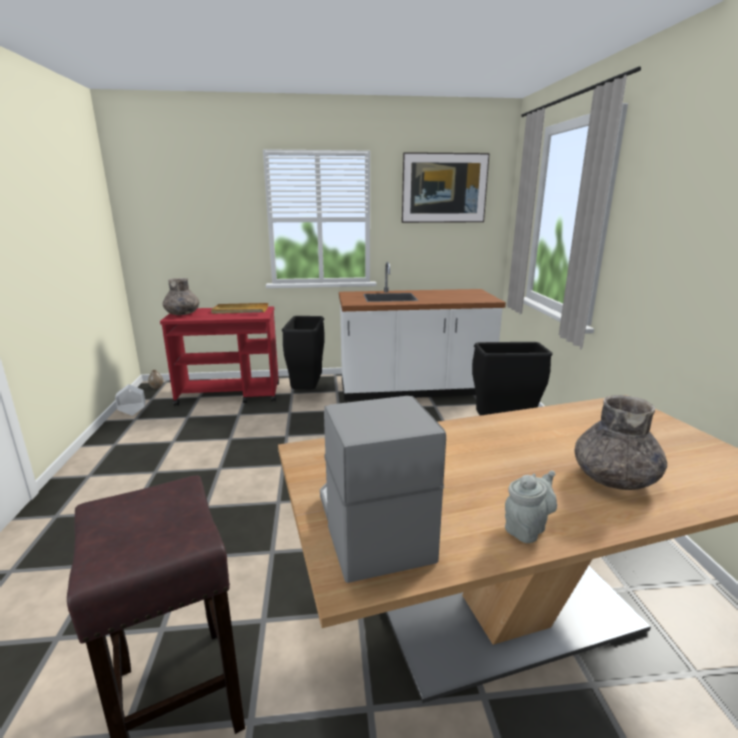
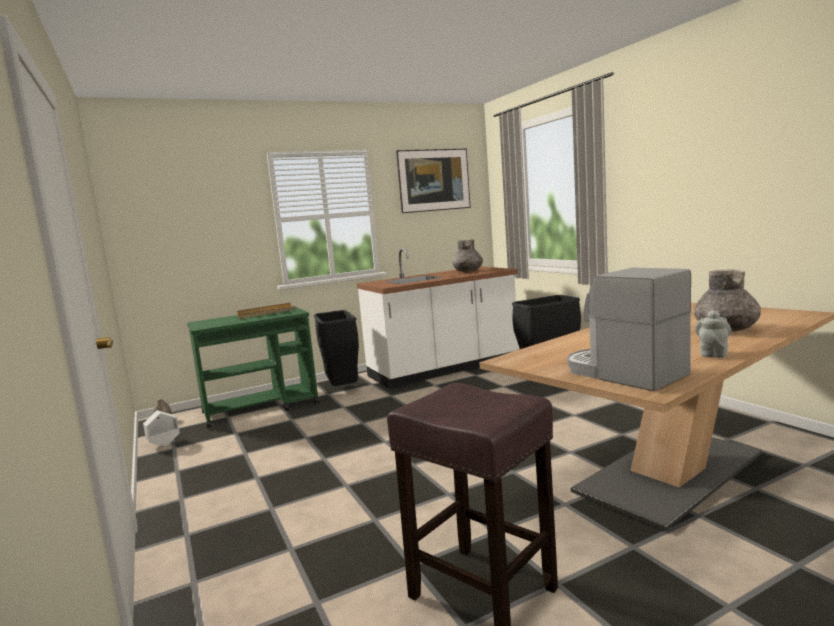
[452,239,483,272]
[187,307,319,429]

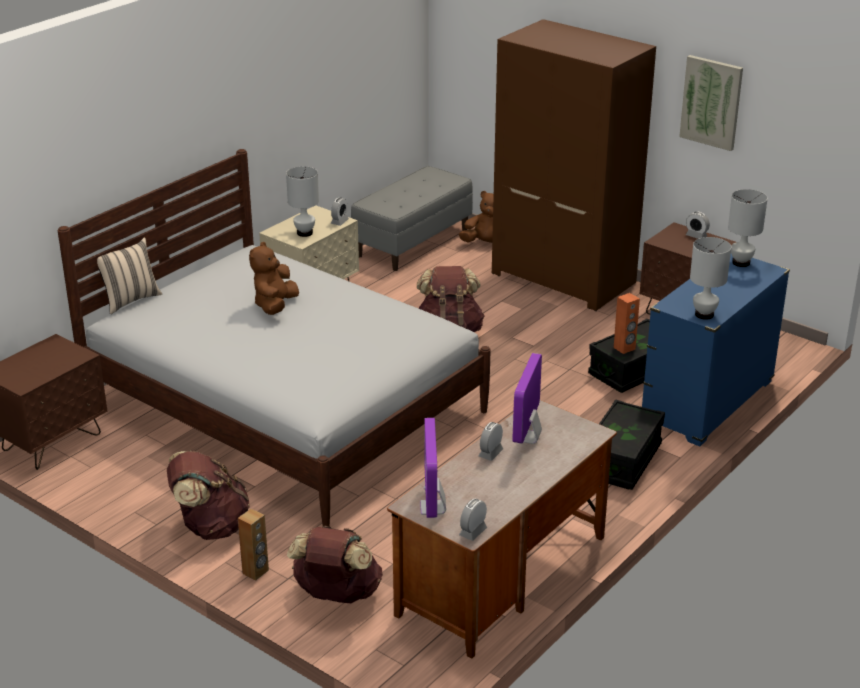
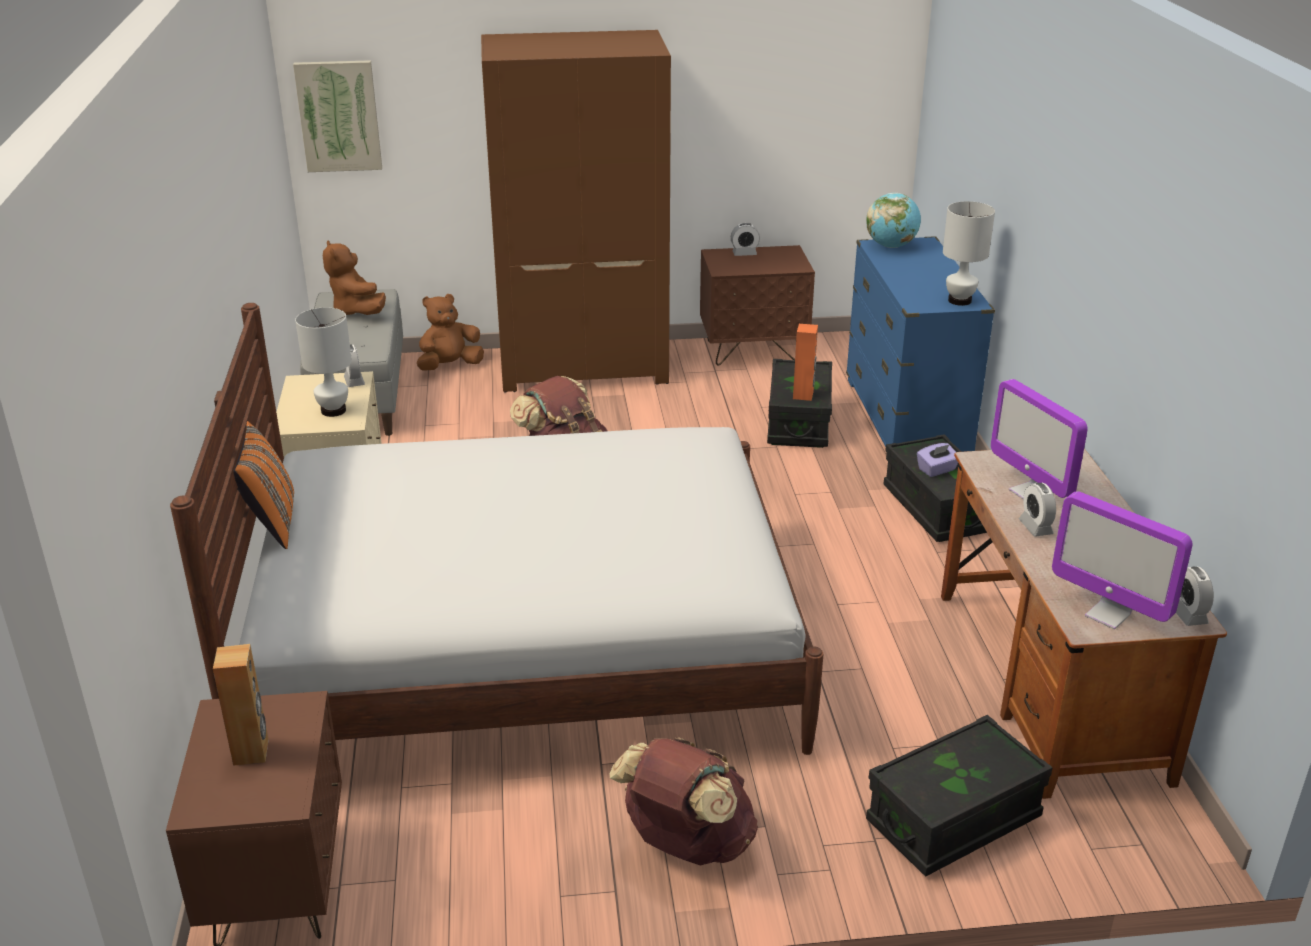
[97,237,162,314] (first image)
[233,421,294,549]
[917,443,958,477]
[213,644,269,766]
[323,240,386,315]
[293,60,382,172]
[866,715,1052,877]
[866,193,921,248]

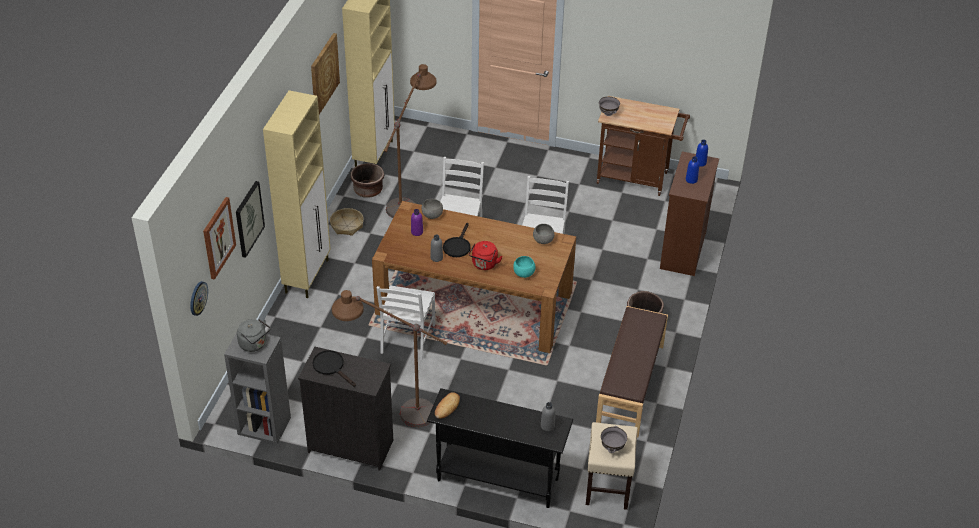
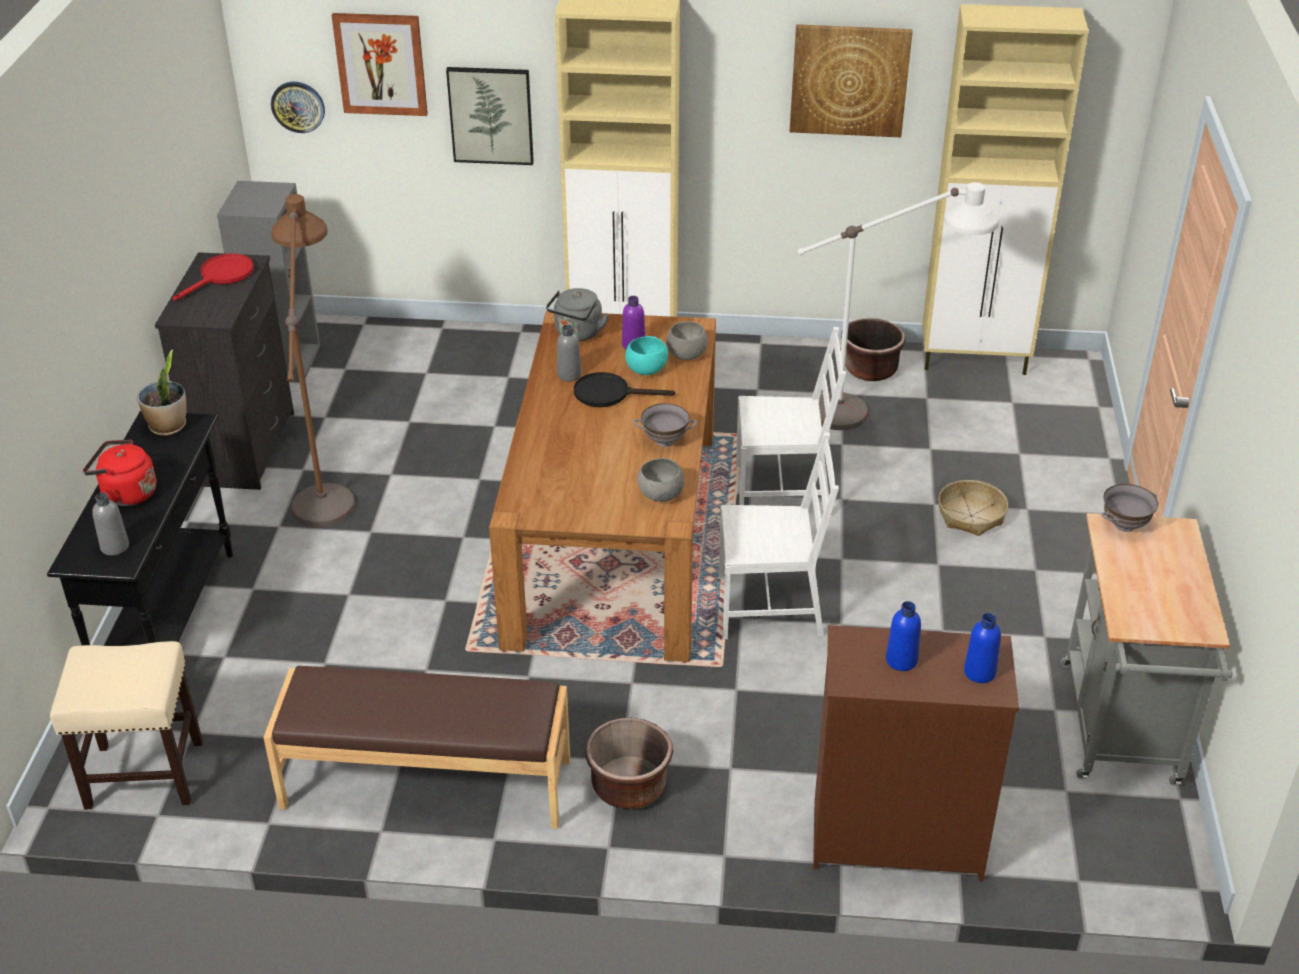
[377,285,435,360] (first image)
[546,288,609,341]
[938,480,1008,536]
[83,439,156,506]
[625,336,668,375]
[633,403,697,447]
[137,349,187,436]
[173,253,254,301]
[798,182,999,430]
[1060,513,1232,786]

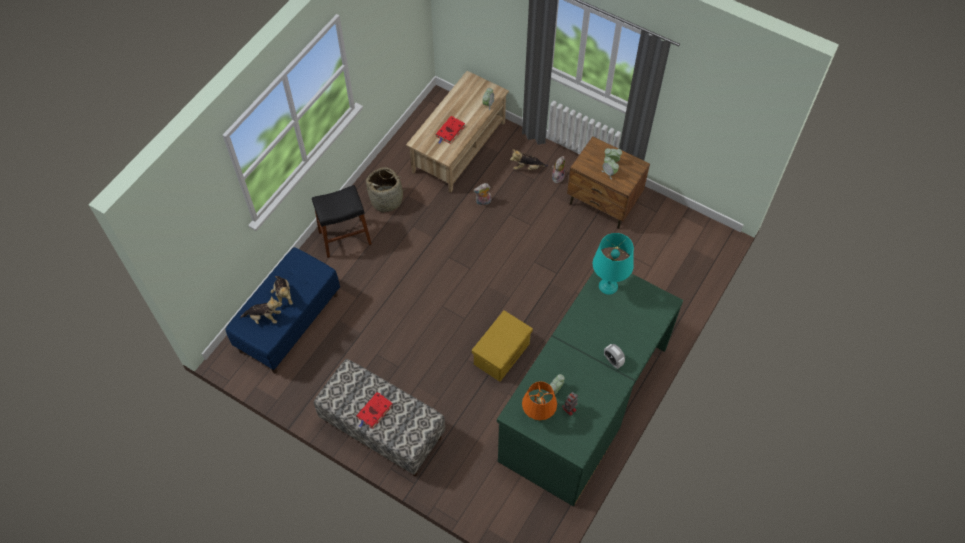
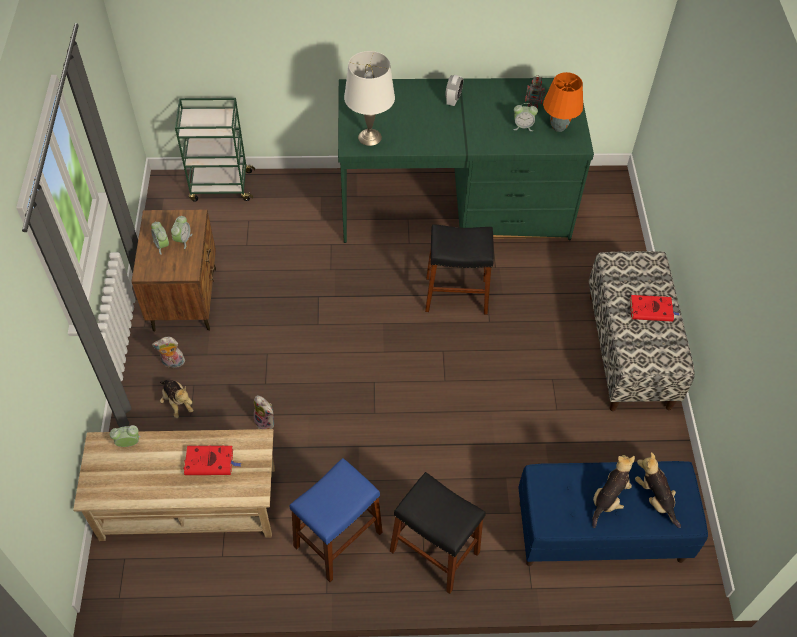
[175,98,255,202]
[290,458,383,582]
[425,224,494,315]
[344,51,395,146]

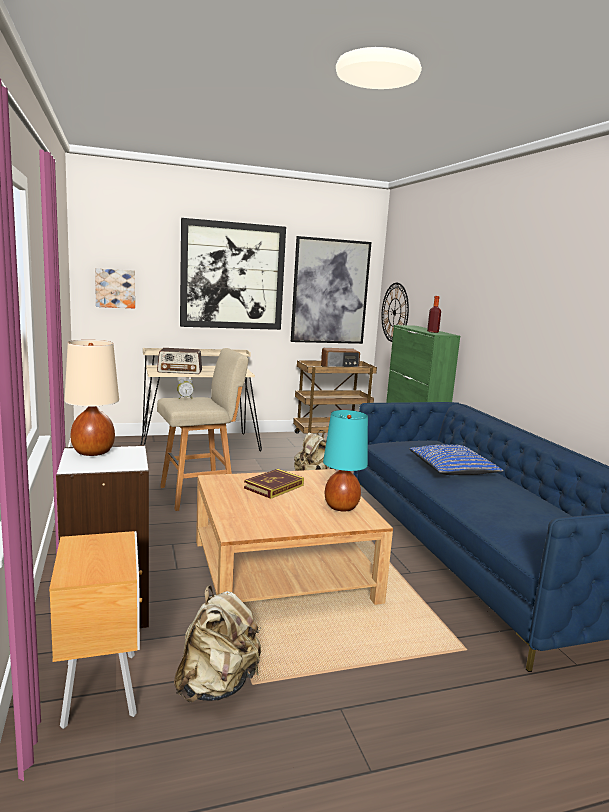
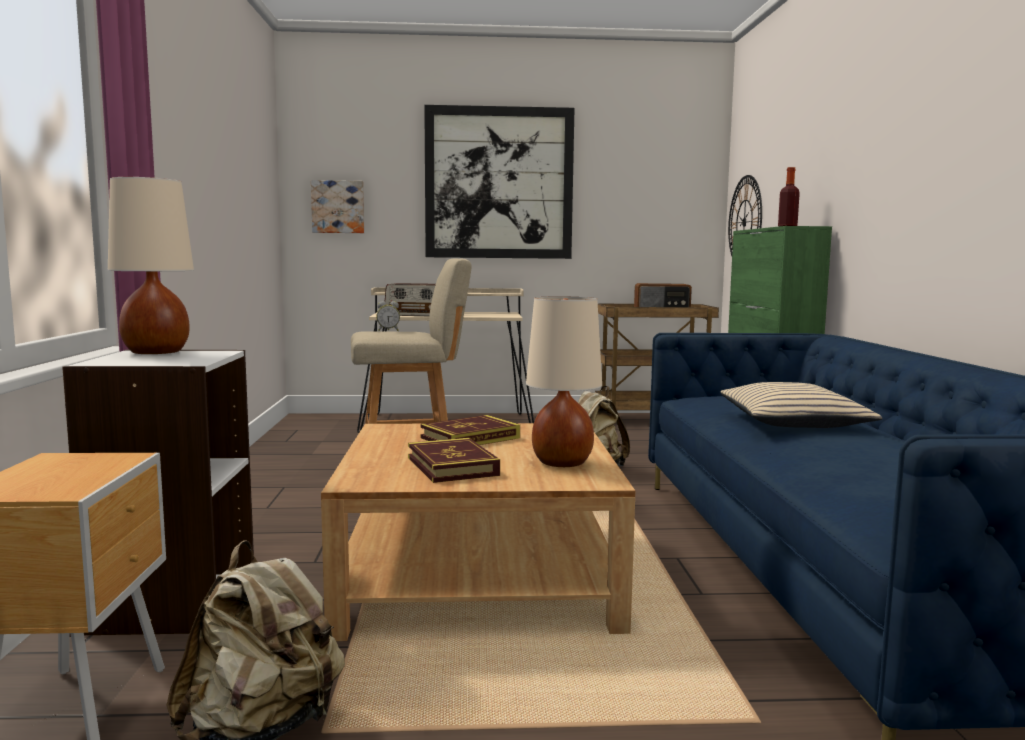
[291,236,371,344] (first image)
[408,438,500,483]
[526,296,602,467]
[720,382,882,428]

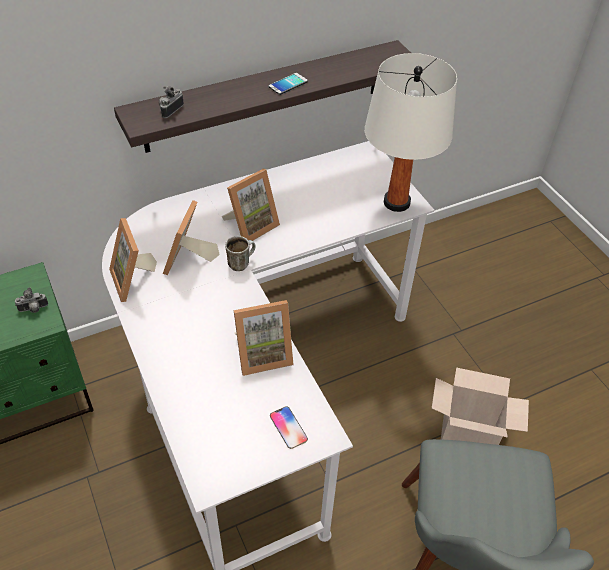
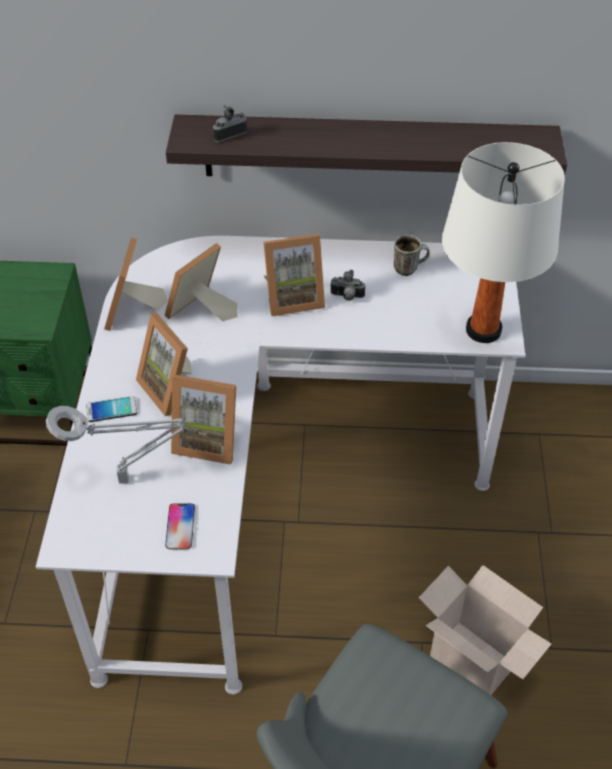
[46,406,186,484]
[136,313,192,416]
[330,270,365,301]
[394,234,430,276]
[86,396,137,422]

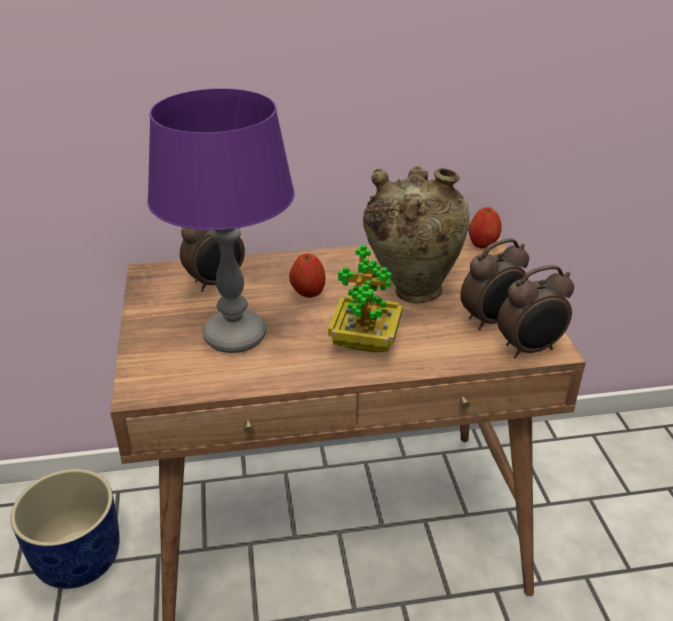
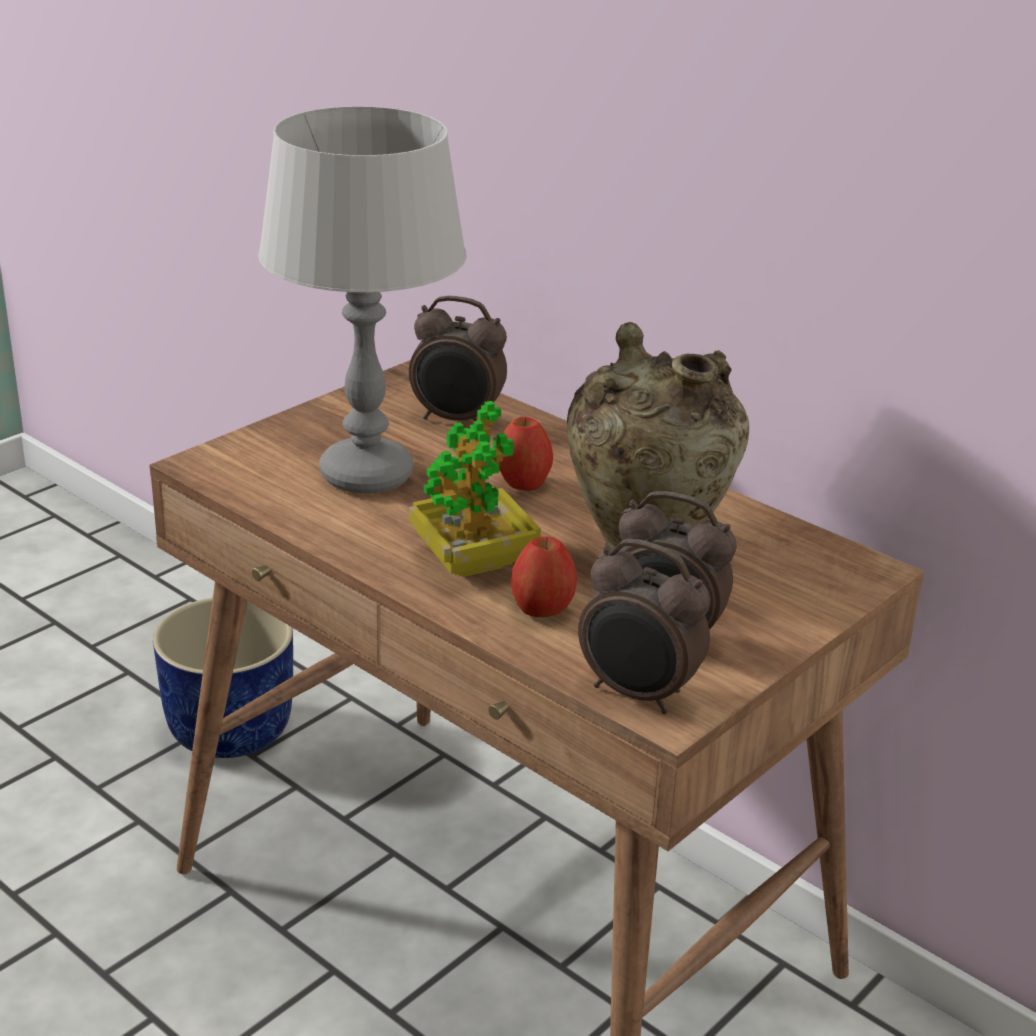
[511,536,577,617]
[258,106,466,493]

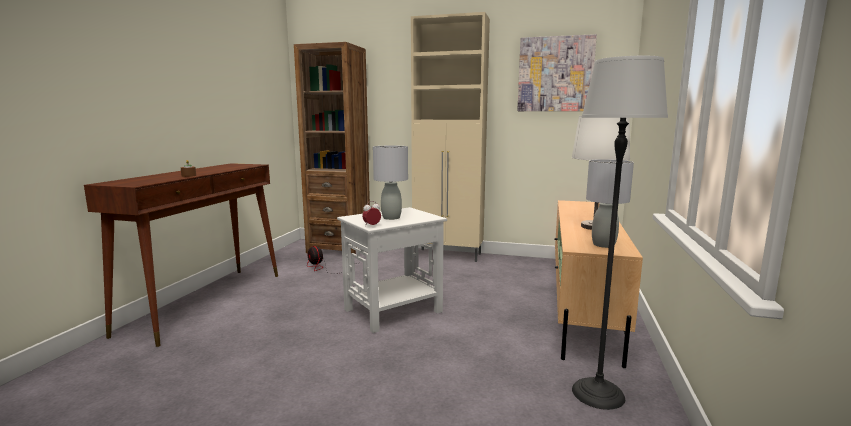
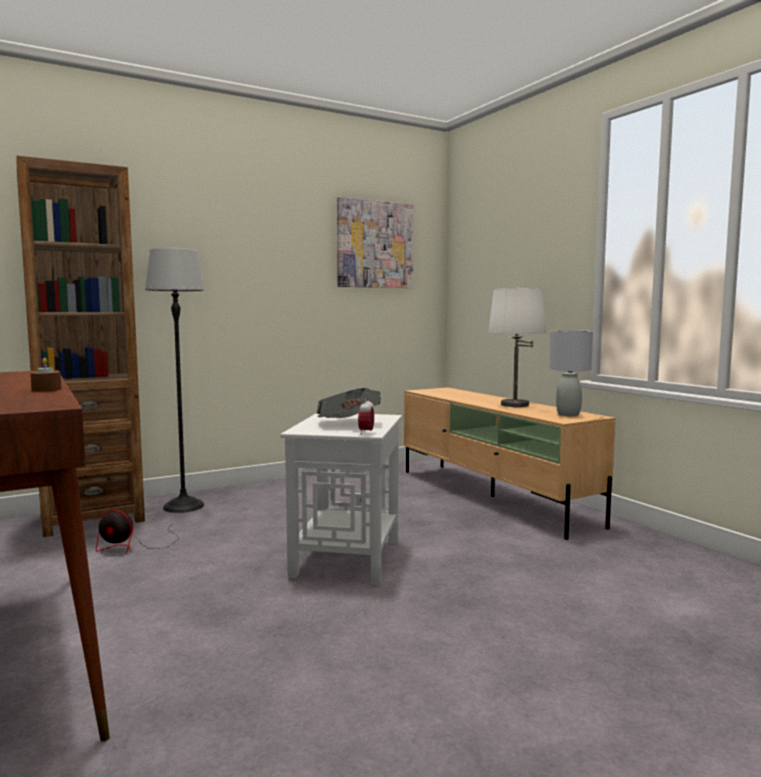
[411,12,490,262] (first image)
[145,247,205,513]
[317,388,381,418]

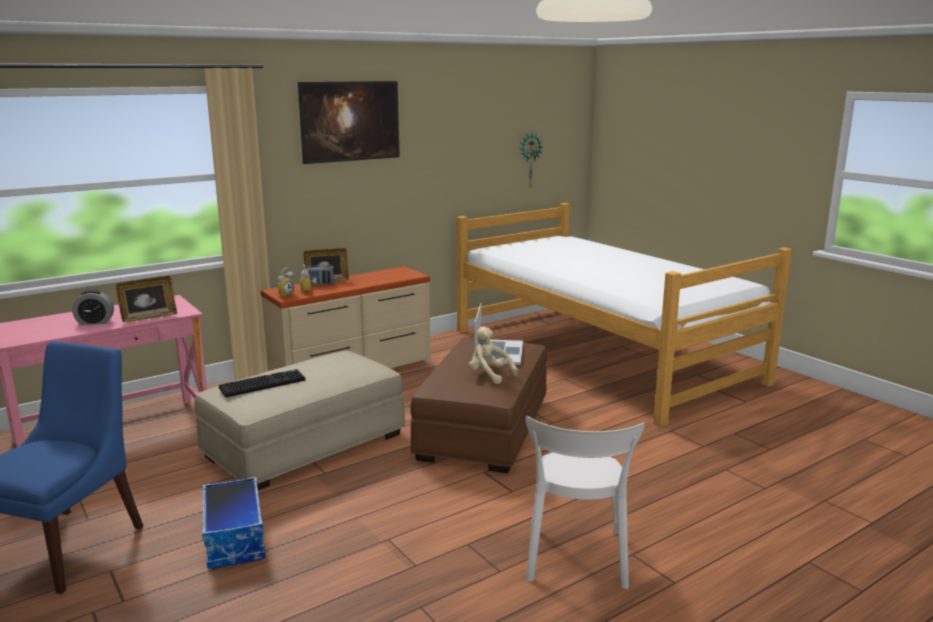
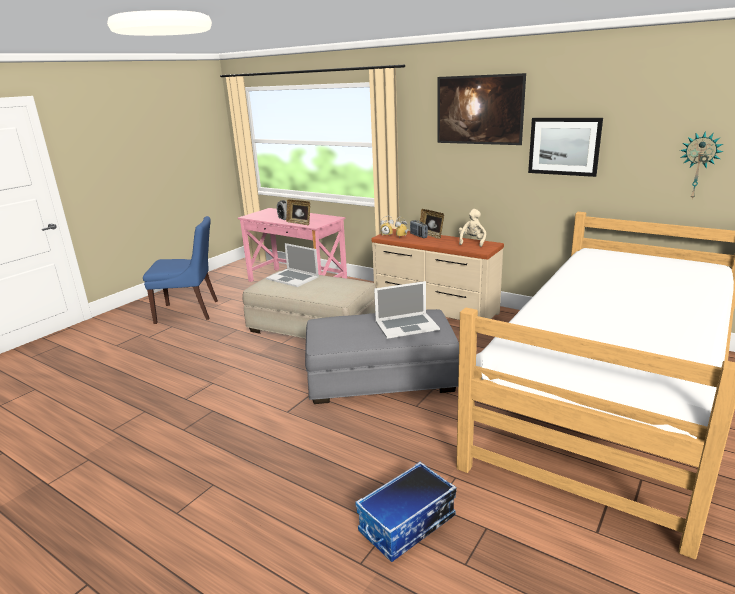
[525,416,645,589] (first image)
[528,118,603,177]
[355,462,456,562]
[458,209,486,247]
[266,243,319,287]
[305,309,459,404]

